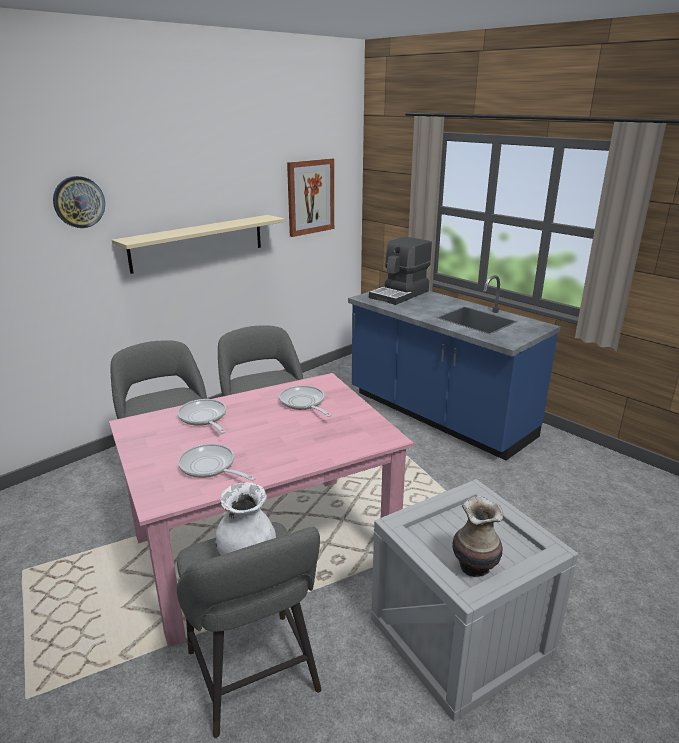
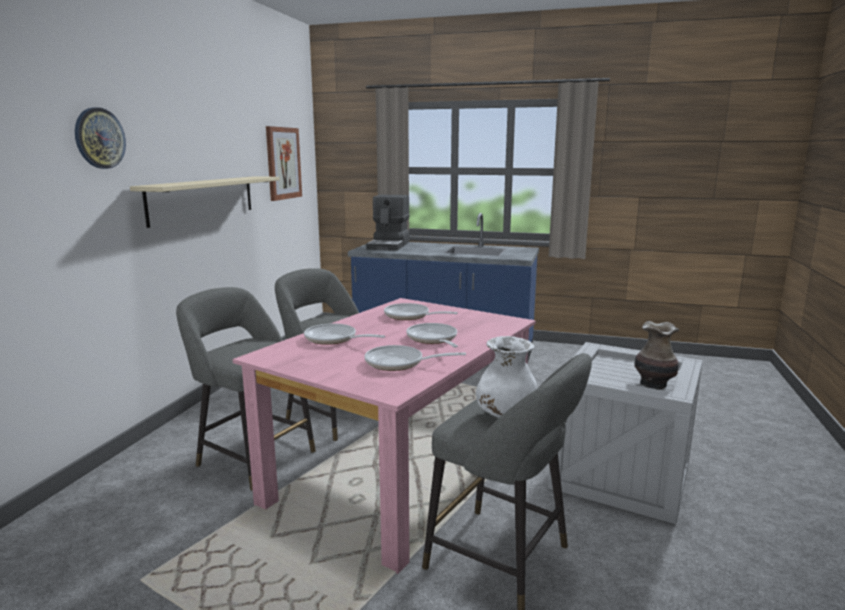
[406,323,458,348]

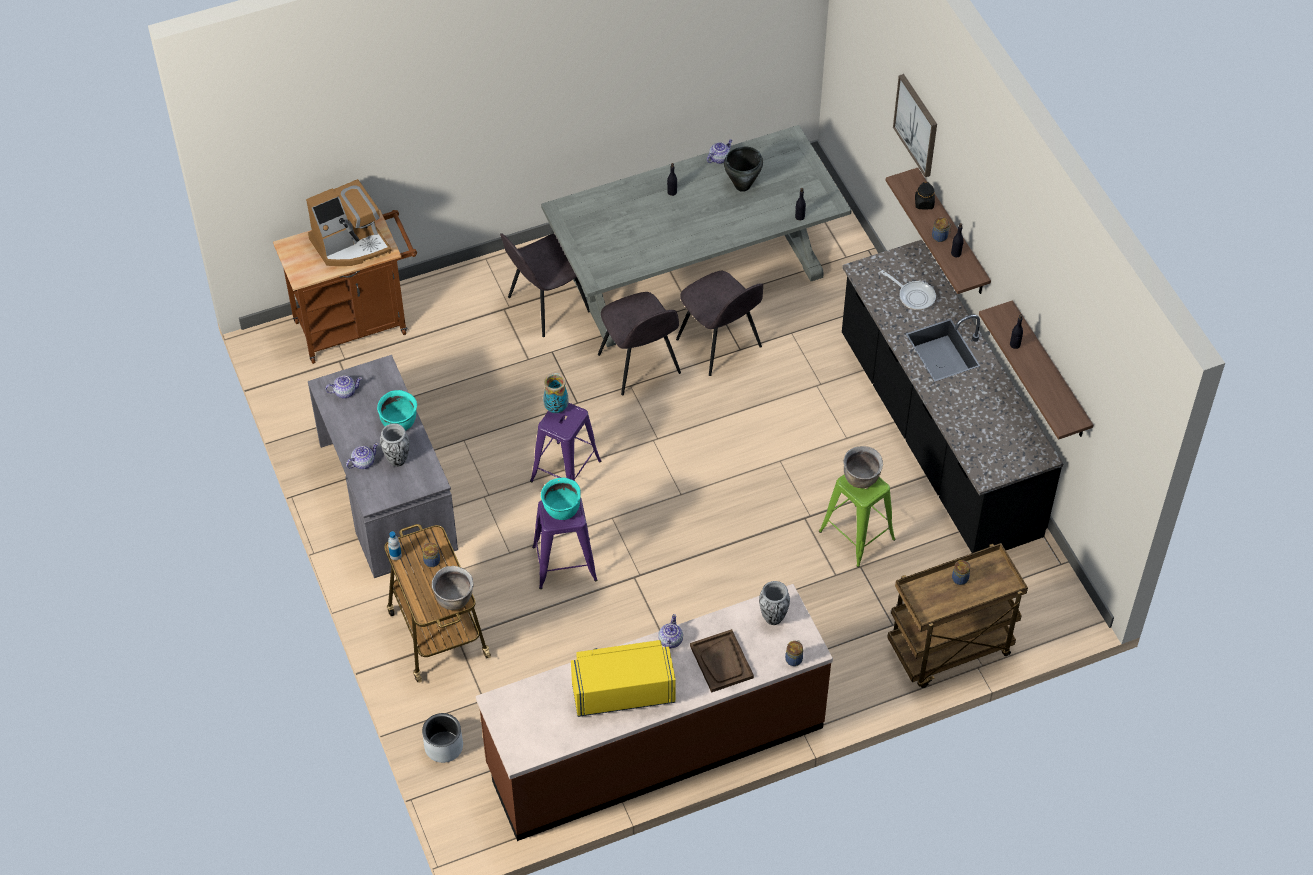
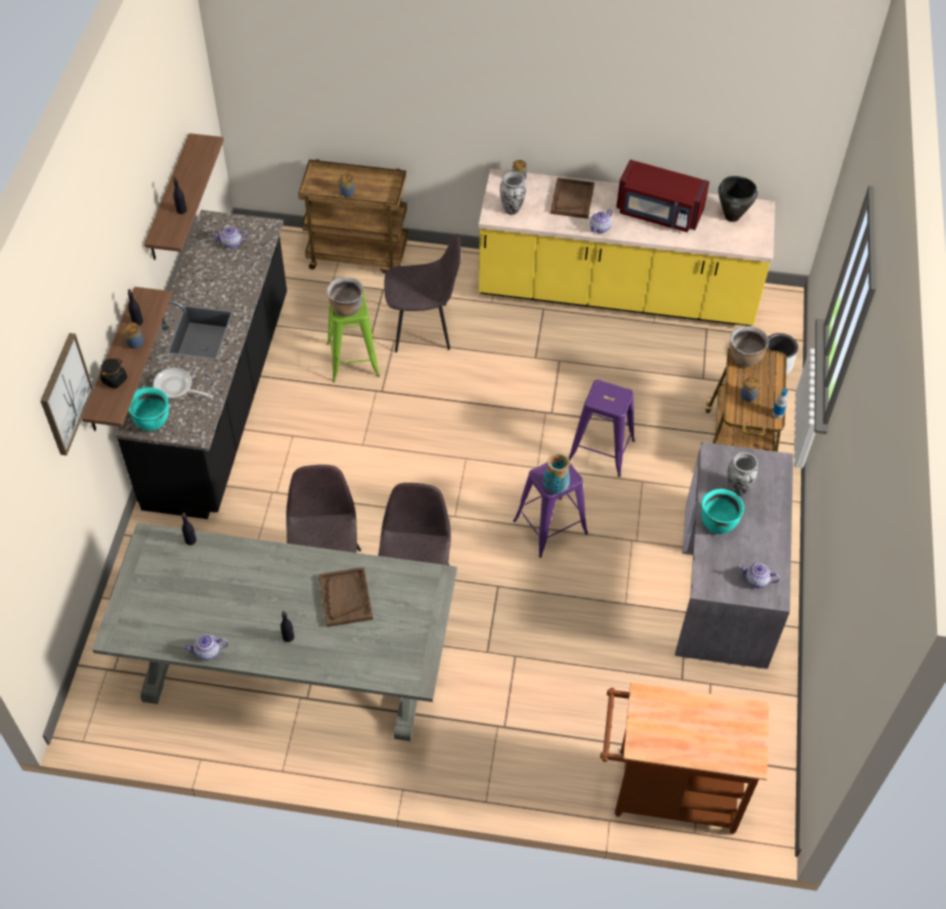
[306,179,392,266] (first image)
[319,567,373,627]
[212,226,249,249]
[384,234,461,353]
[128,387,169,431]
[718,176,758,222]
[478,169,775,326]
[616,160,710,232]
[153,368,213,399]

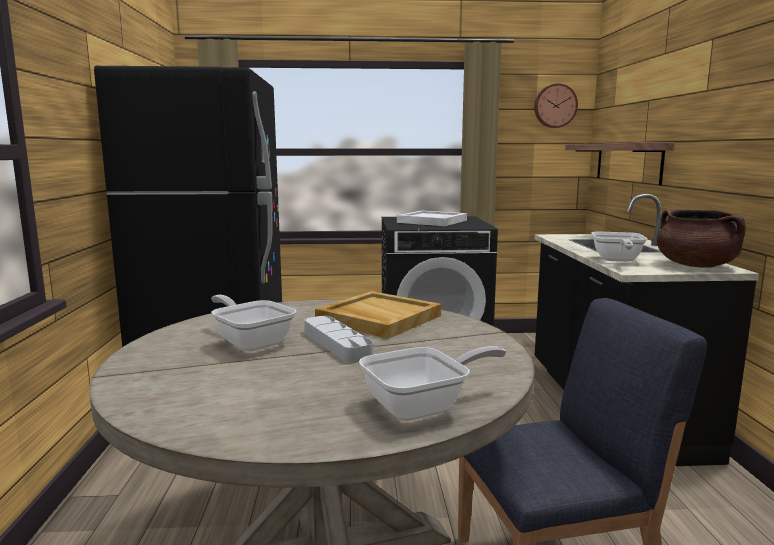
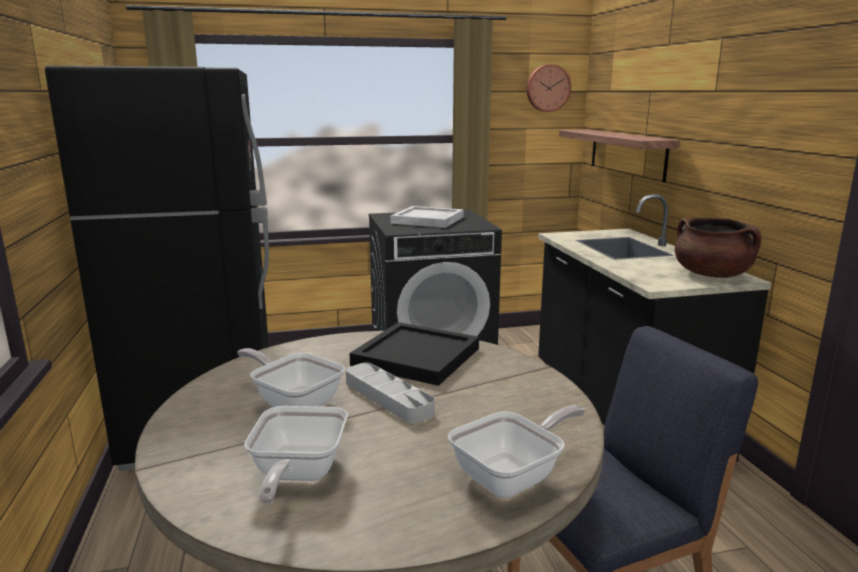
[244,406,348,504]
[349,322,479,386]

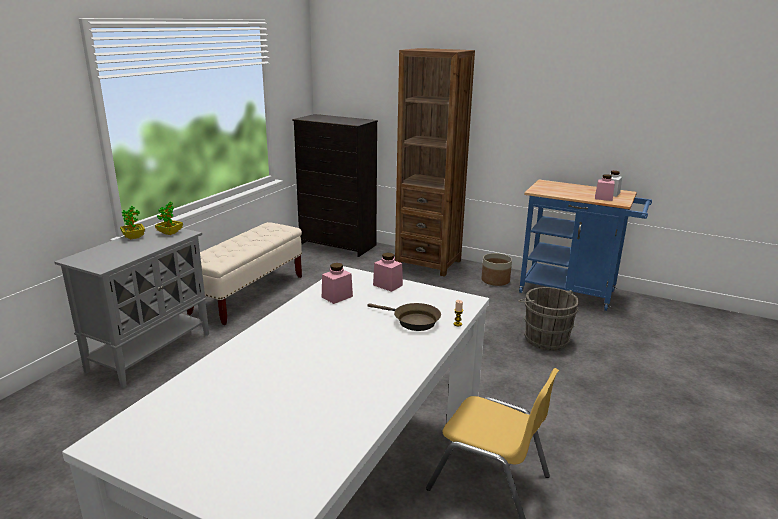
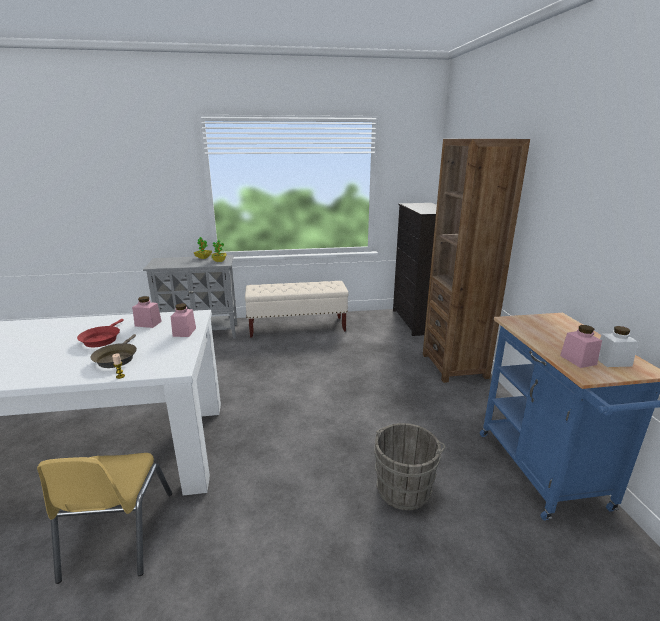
[481,253,512,286] (first image)
[77,319,124,347]

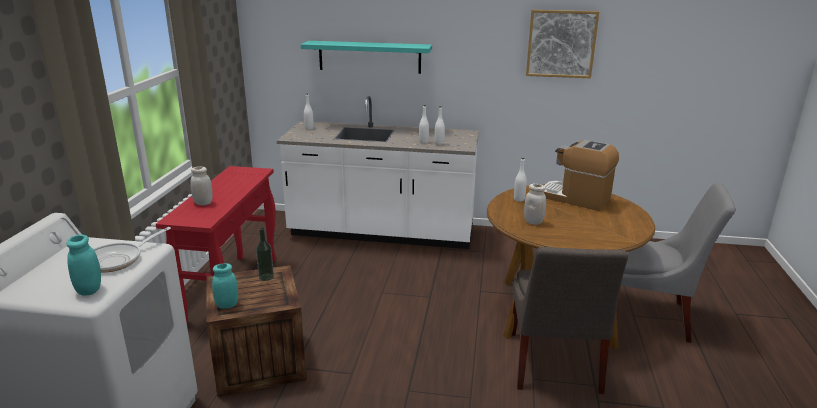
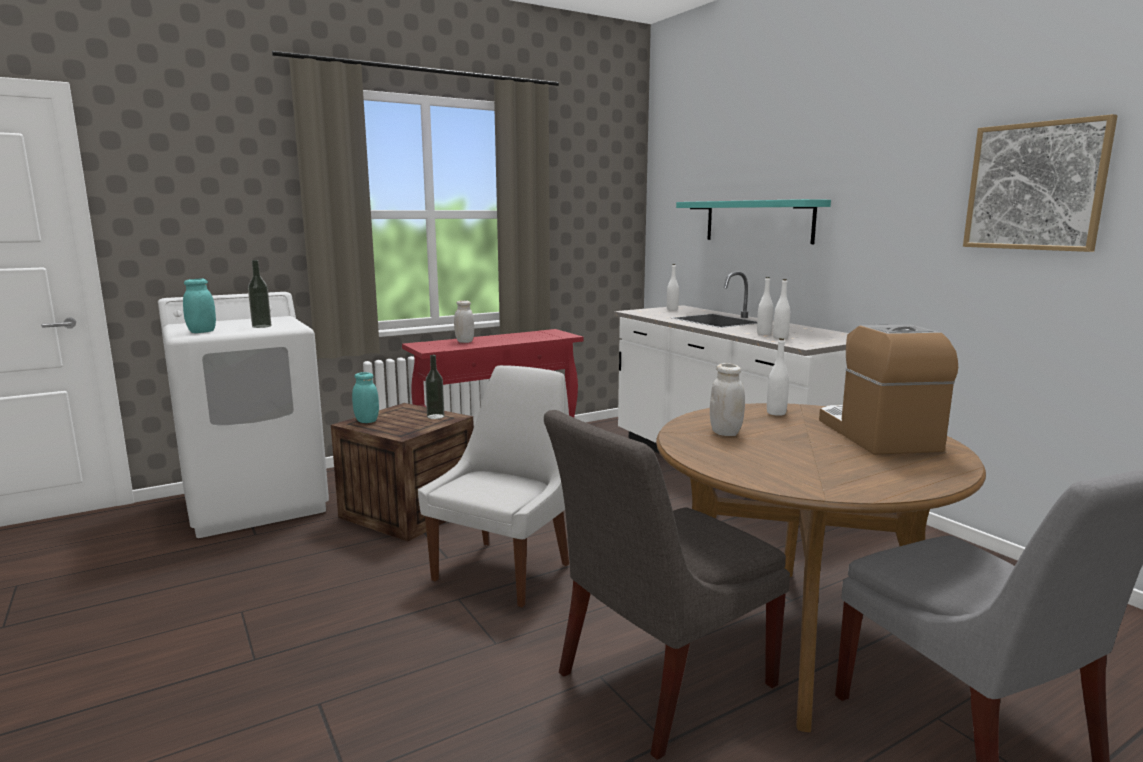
[418,365,569,607]
[248,260,271,328]

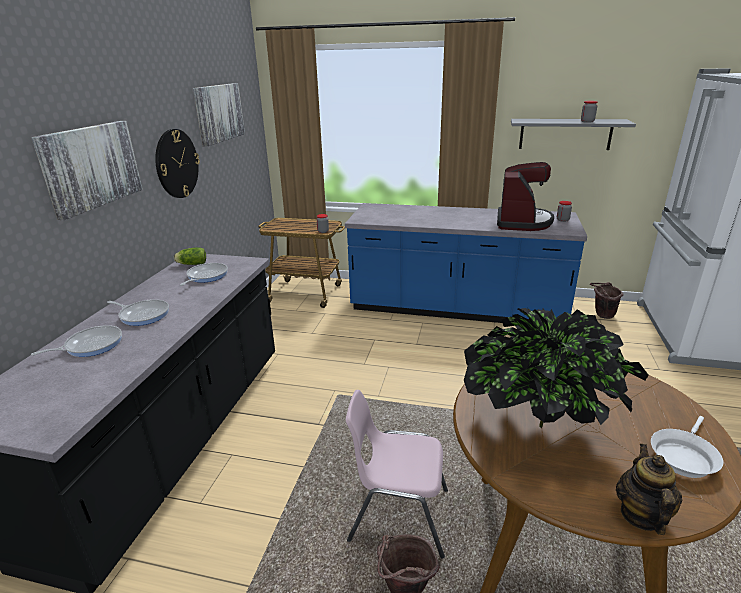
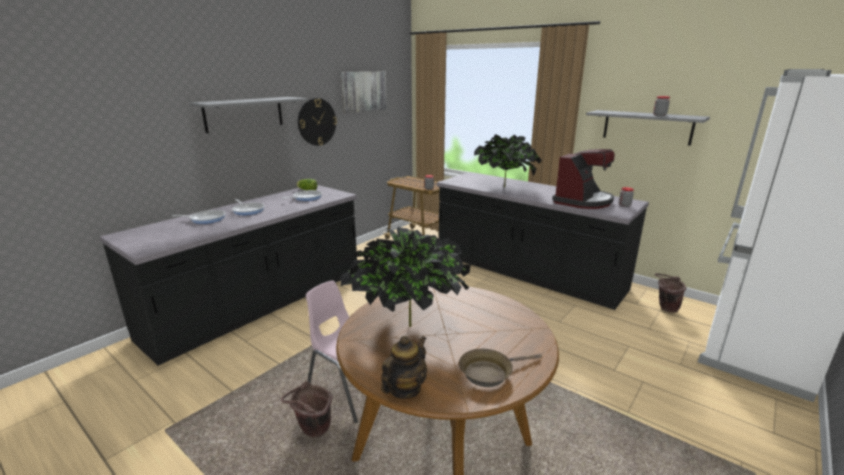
[474,134,542,187]
[189,97,307,133]
[437,172,649,310]
[459,349,542,387]

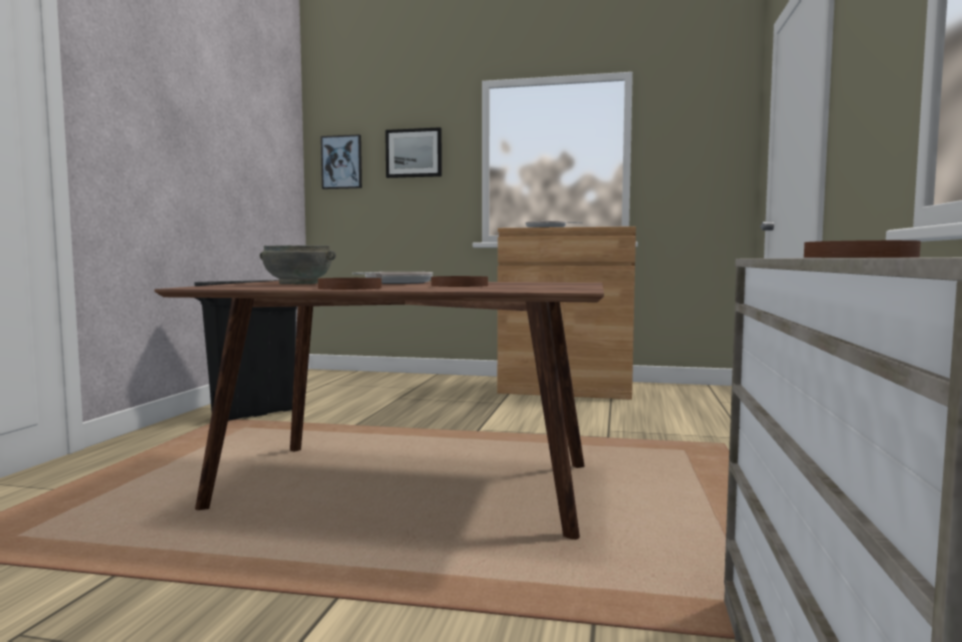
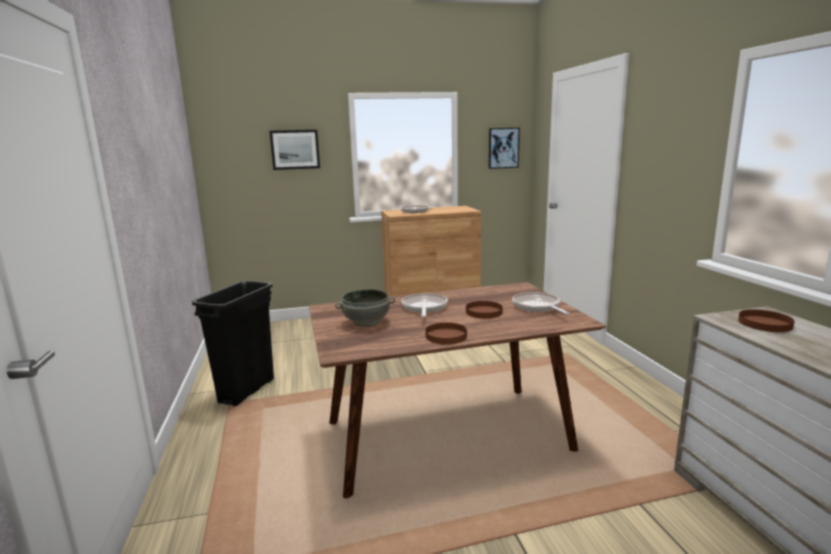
[512,292,569,314]
[489,128,520,169]

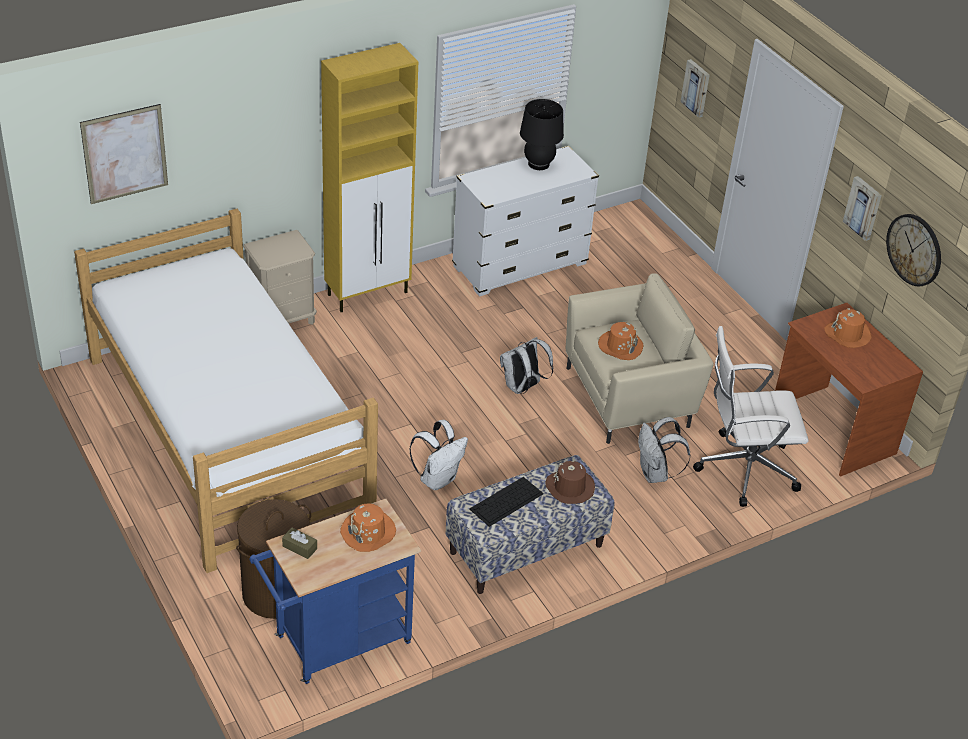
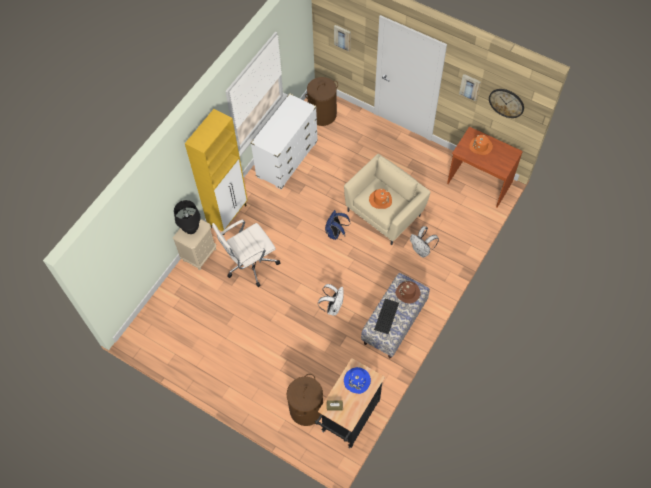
[74,209,378,573] (first image)
[80,104,168,204] (first image)
[305,77,338,126]
[174,200,201,234]
[212,220,280,287]
[315,358,385,448]
[344,367,371,394]
[325,210,350,240]

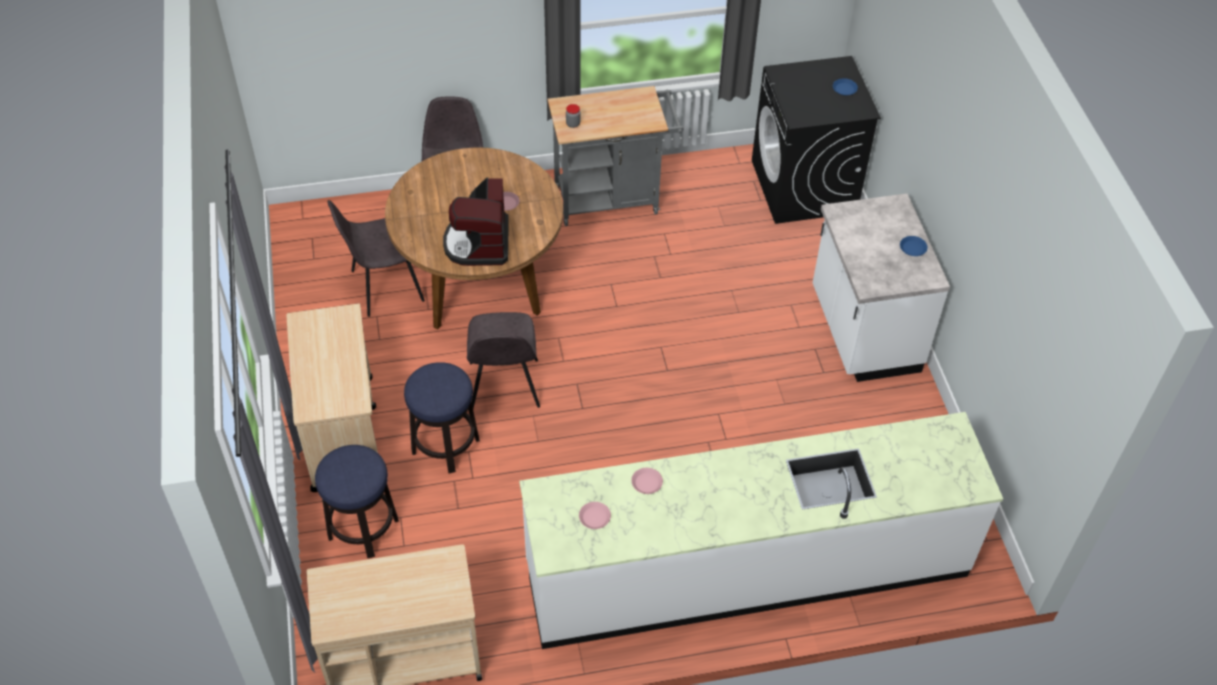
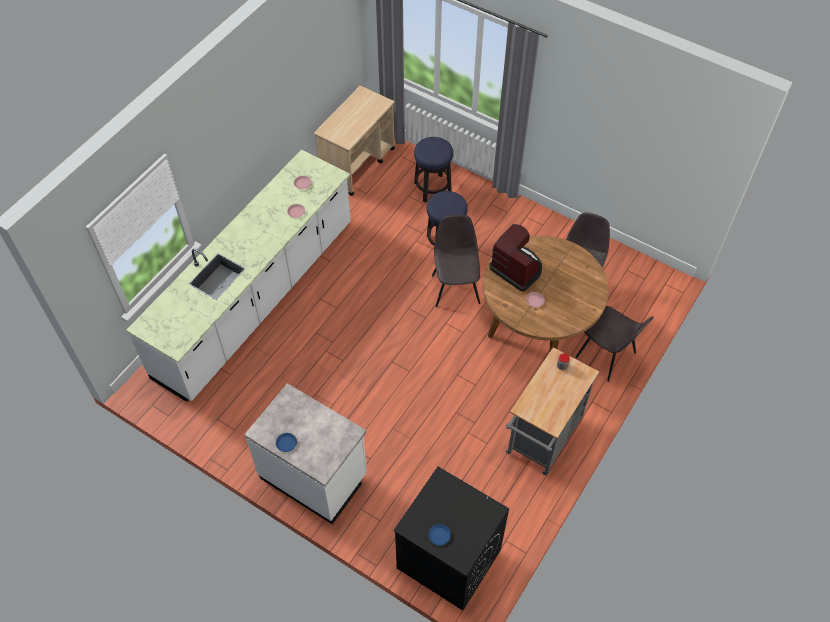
[286,303,378,492] (first image)
[432,215,480,307]

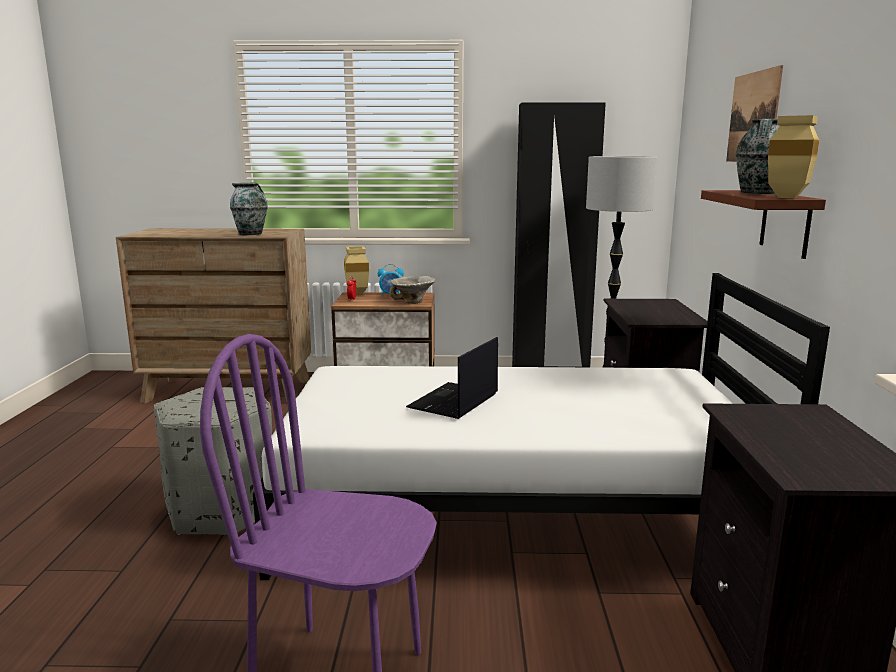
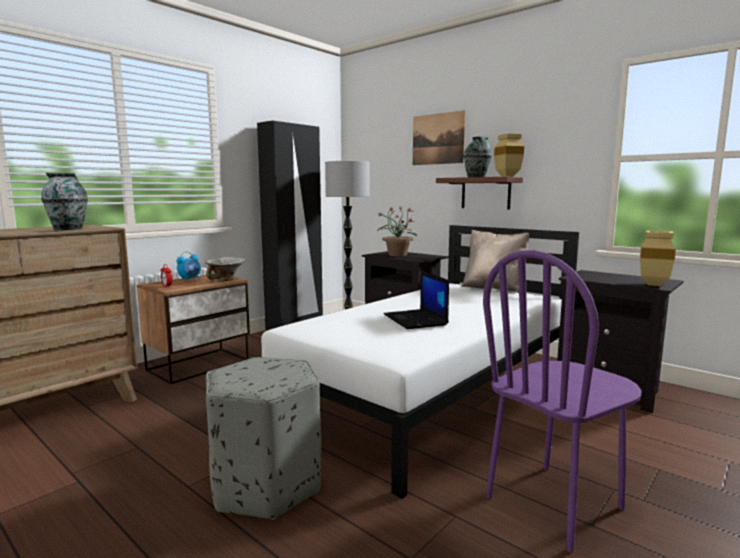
[377,206,417,257]
[461,230,529,293]
[640,231,676,286]

